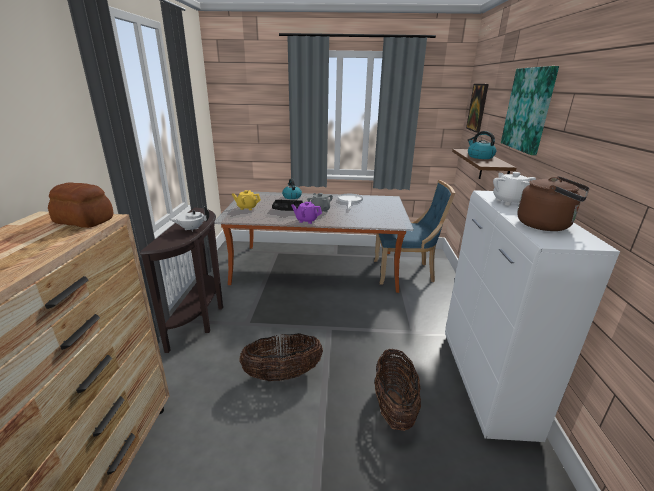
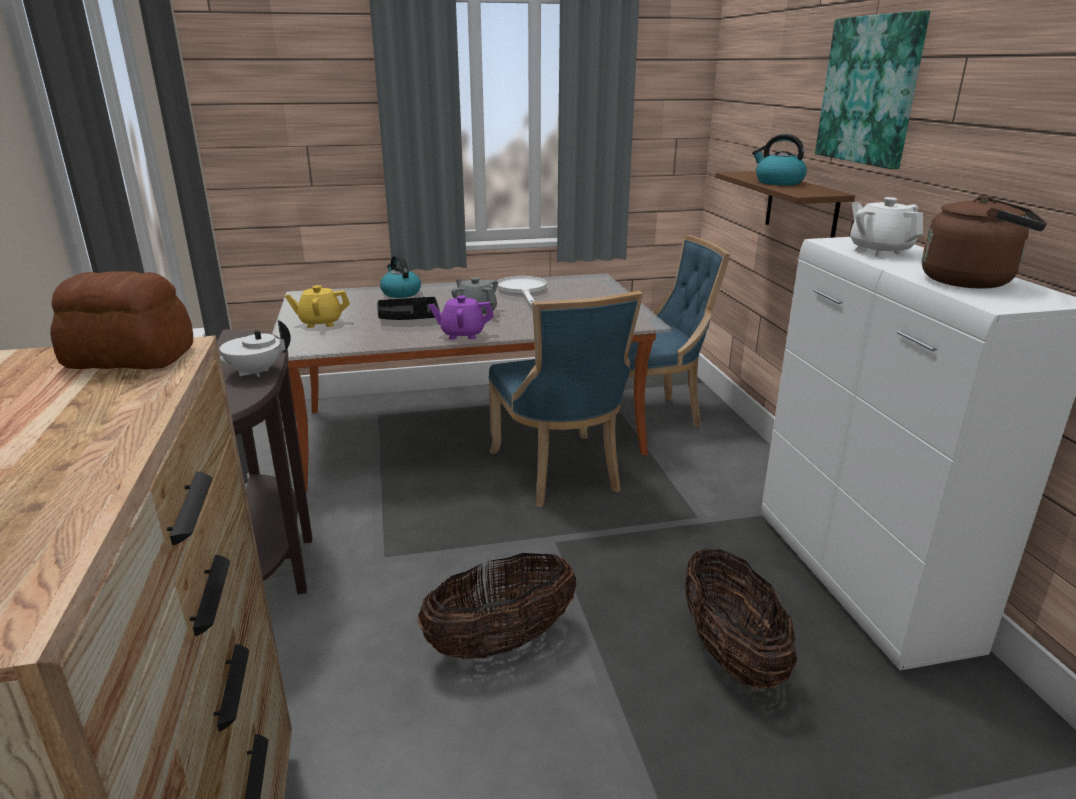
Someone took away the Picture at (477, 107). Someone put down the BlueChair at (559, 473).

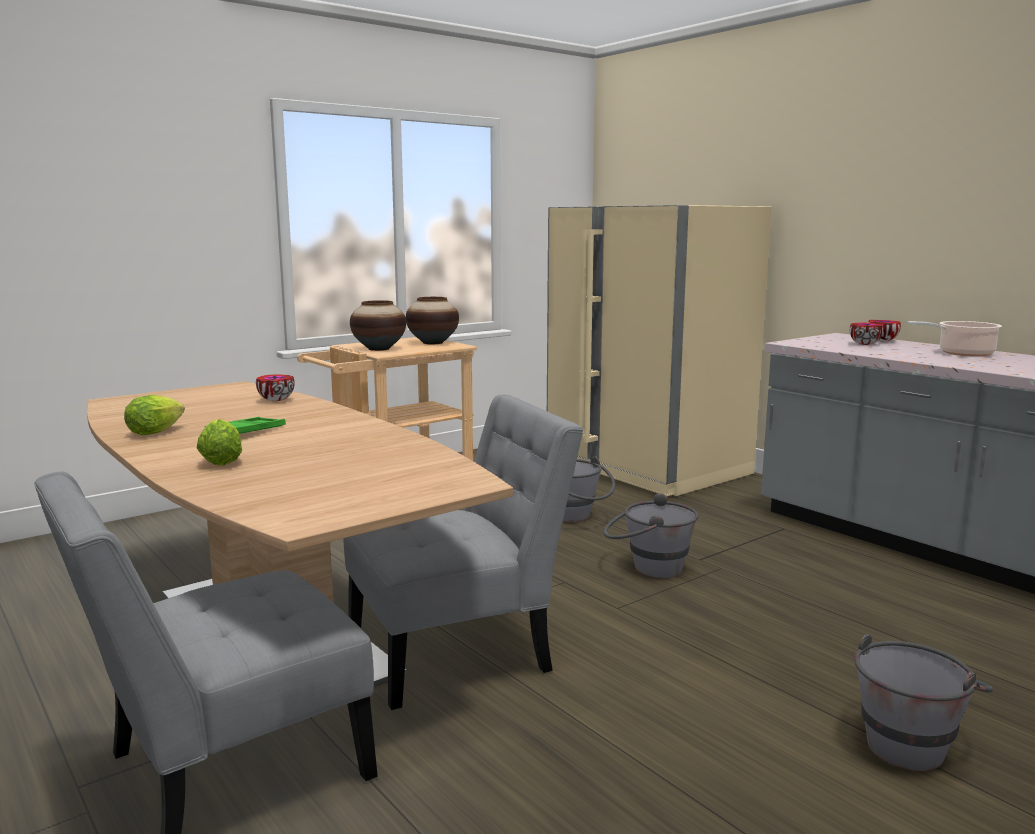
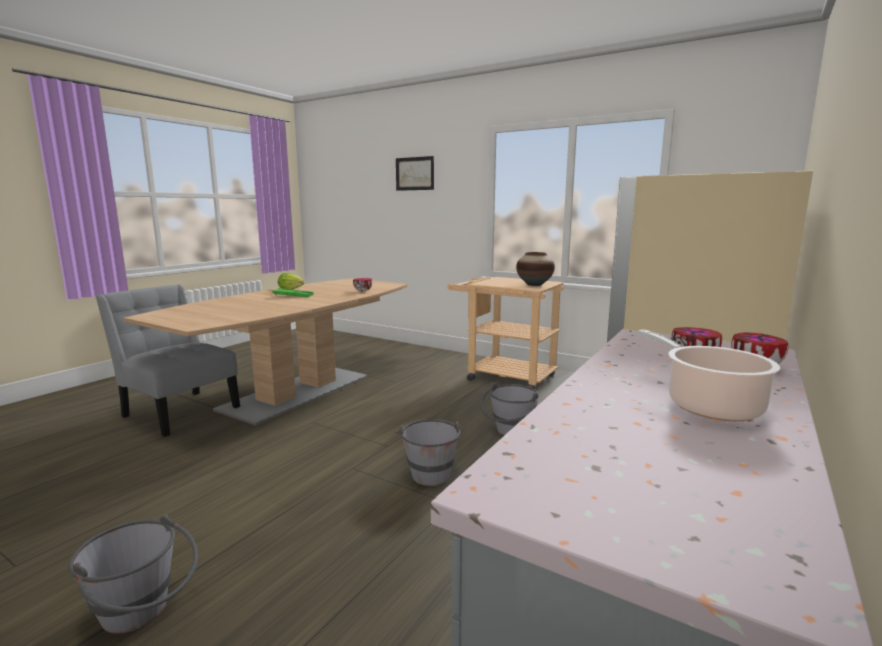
Someone took away the LettuceHead at (221, 460). Someone took away the GreyChair at (459, 651). Someone took away the FlowerVase at (378, 349). Someone put up the Picture at (414, 173).

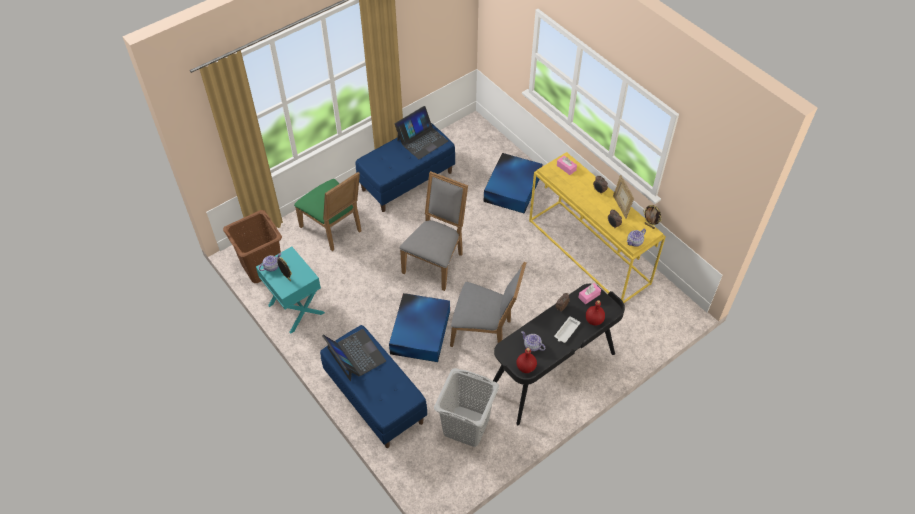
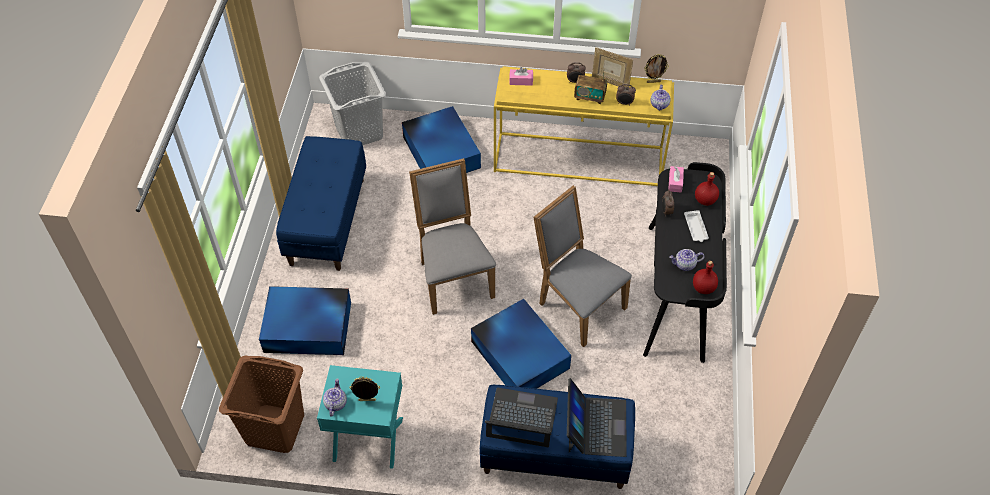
Someone swapped the GreenColouredChair at (334, 229) for the BlueStorageBox at (309, 327). Someone carried the NotebookComputer from (422, 140) to (595, 426). Someone carried the GreyLaundryBasket from (466, 426) to (359, 131). Someone rotated the GreyChair at (485, 332) by 105 degrees counterclockwise. Someone put down the RadioReceiver at (589, 97).

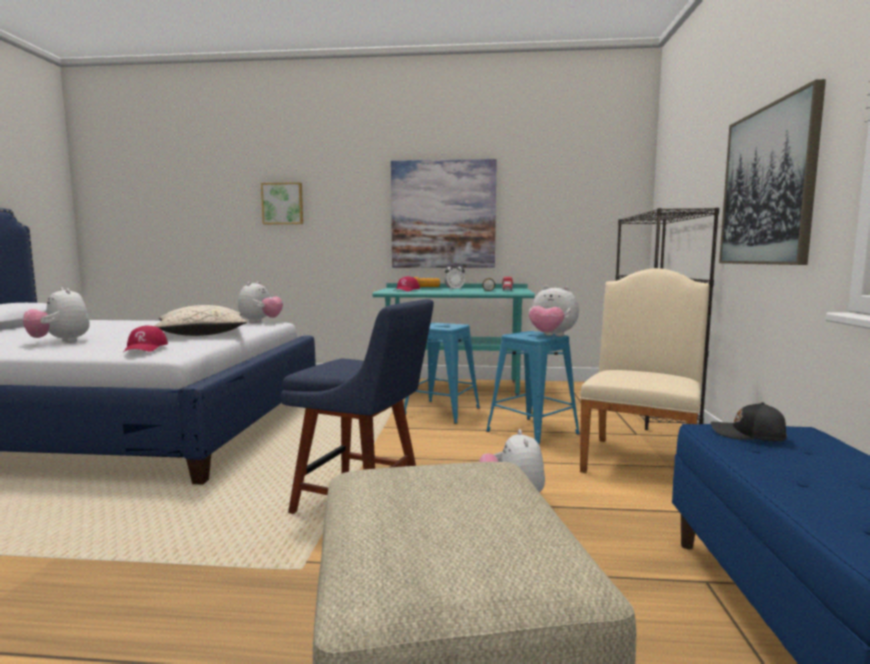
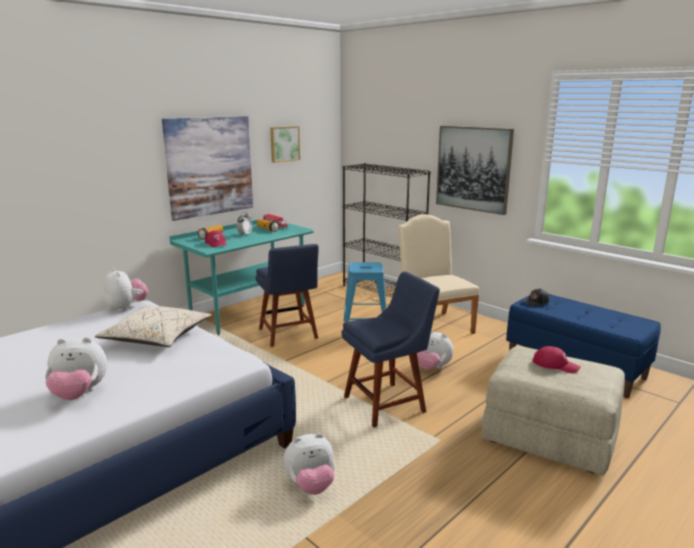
Someone carried the ReddishPeakedCap from (145, 348) to (555, 365). Someone carried the Picture from (283, 203) to (284, 144). Someone swapped the BlueStoolSeat at (442, 411) for the BlueChair at (289, 335). Someone carried the CuddlyToy from (551, 336) to (311, 486).

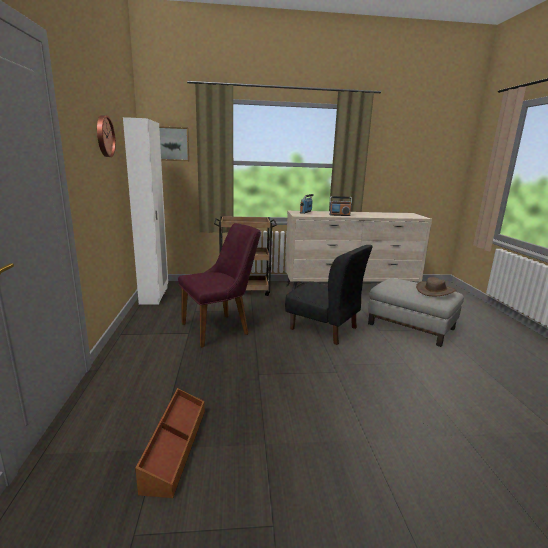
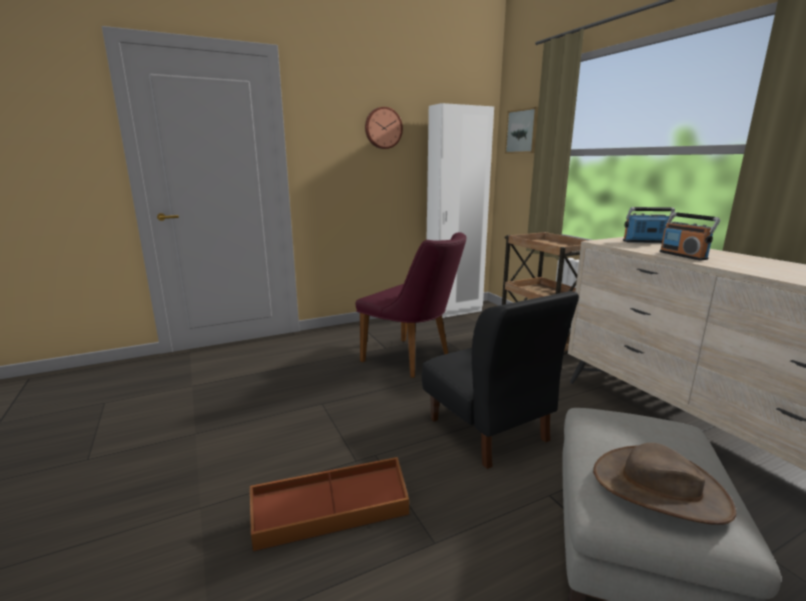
Someone carried the BrownColouredStorageBox from (174, 447) to (331, 515). Someone rotated the BlackColouredChair at (324, 328) by 45 degrees counterclockwise.

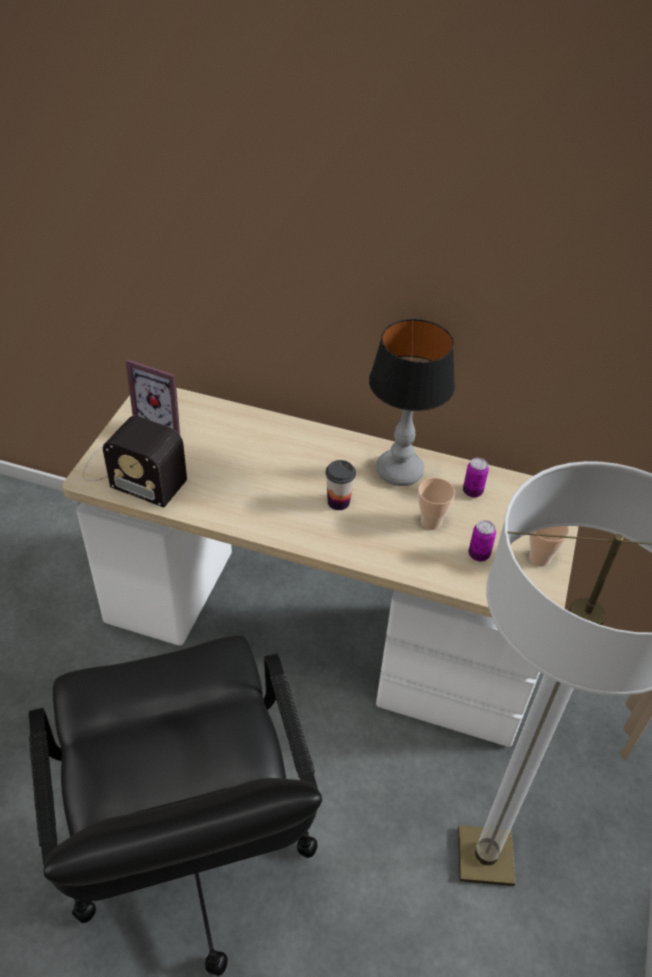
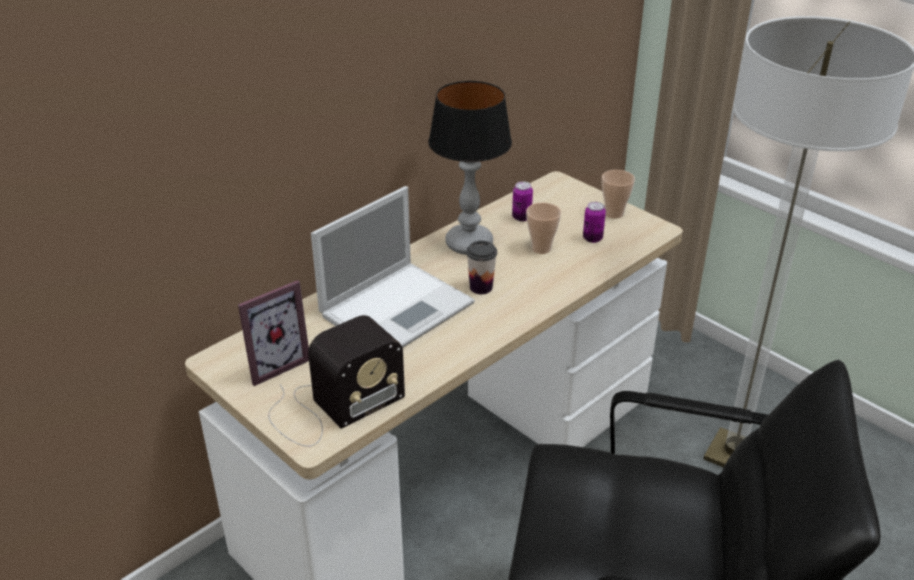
Someone put down the NotebookComputer at (399, 308).

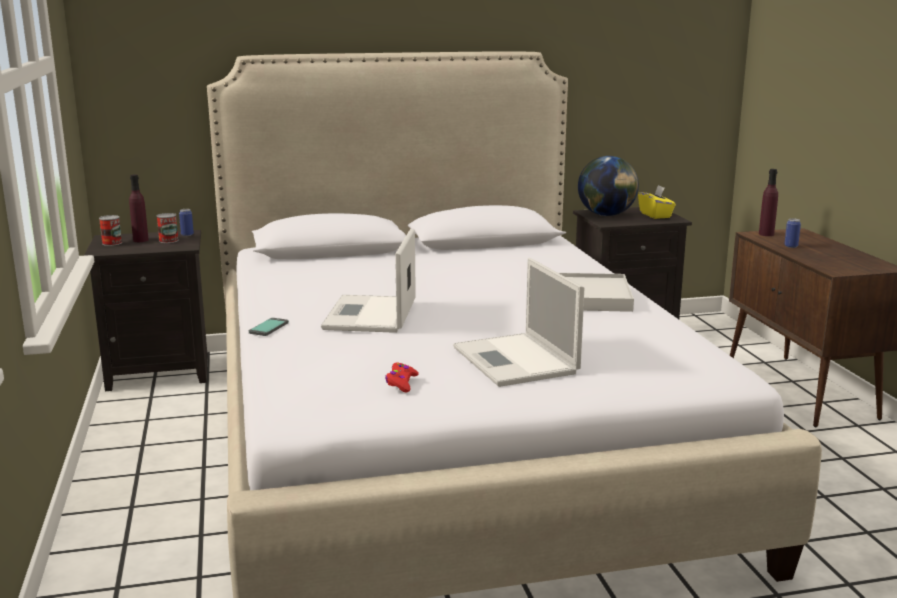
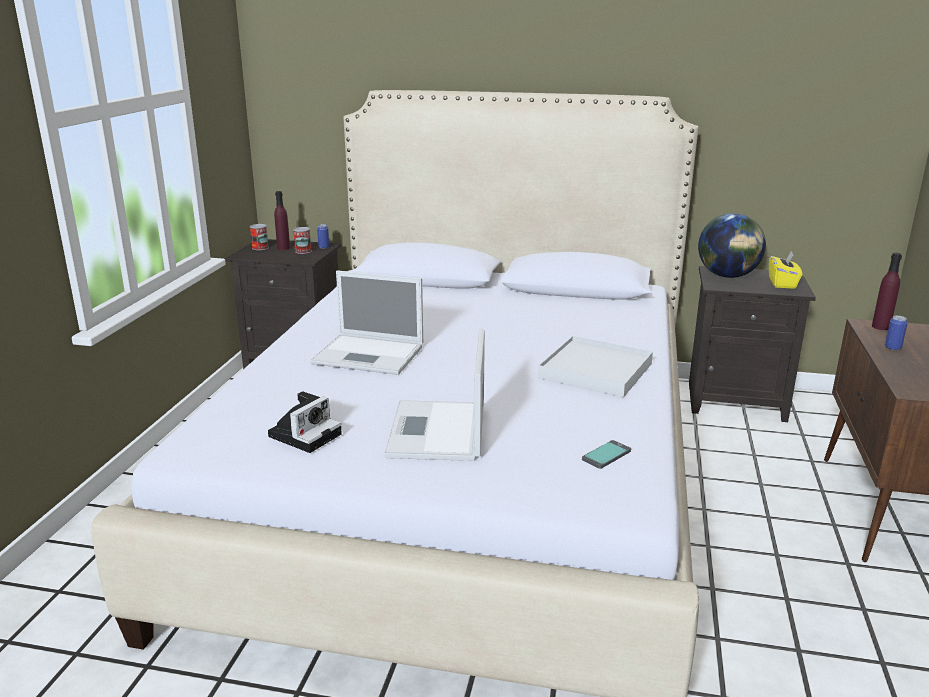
Someone carried the Handset from (268, 328) to (606, 455). Someone rotated the NotebookComputer at (370, 316) by 105 degrees counterclockwise. Someone swapped the ReddishGamepad at (401, 383) for the PhotoCamera at (306, 434).

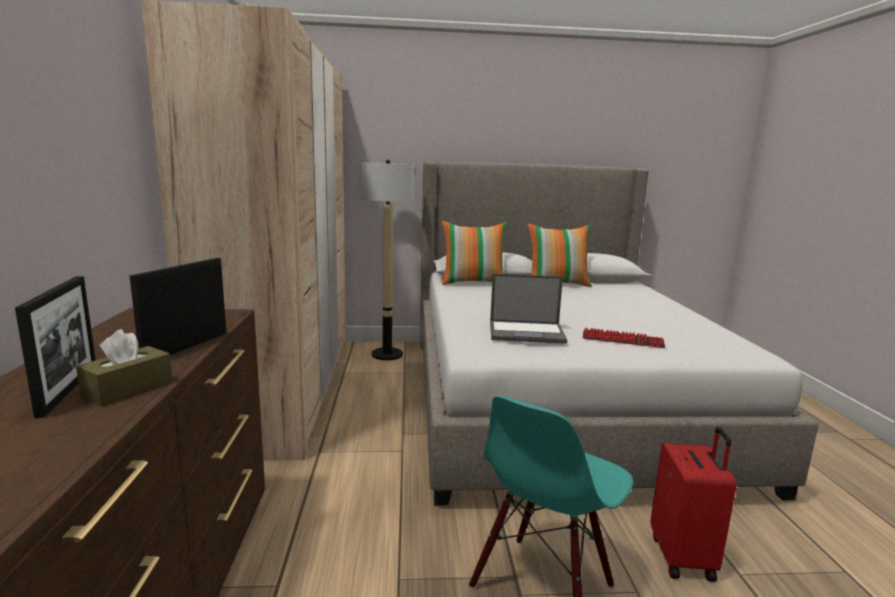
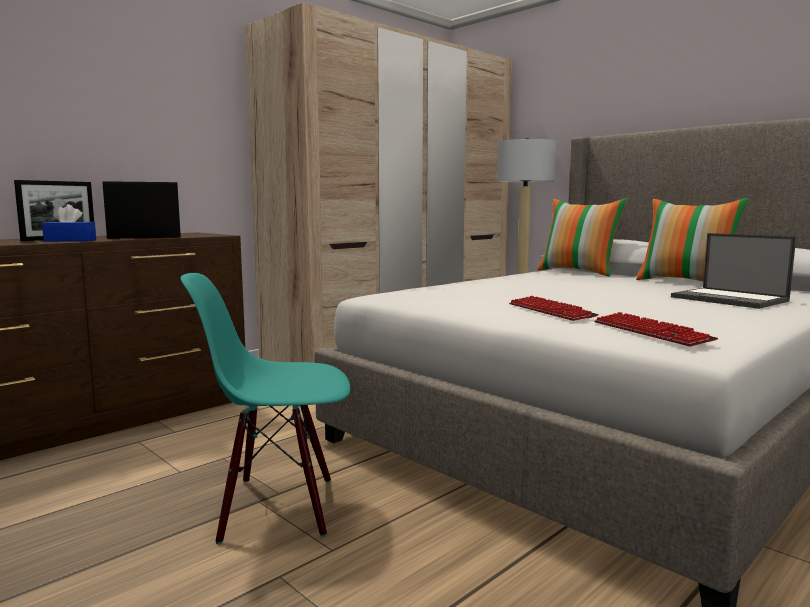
Someone repainted the BrownColouredTissueHolder at (128, 388), which became the BlueTissueHolder at (70, 240). Someone carried the NotebookComputer from (527, 332) to (730, 299). Someone took away the ReddishSuitcase at (683, 557). Someone put down the Keyboard at (650, 332).

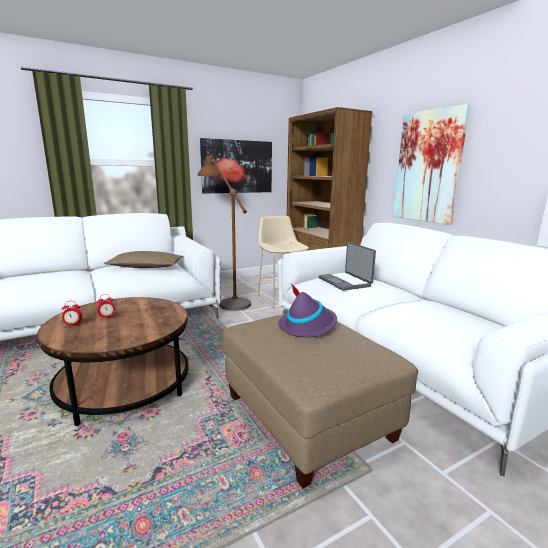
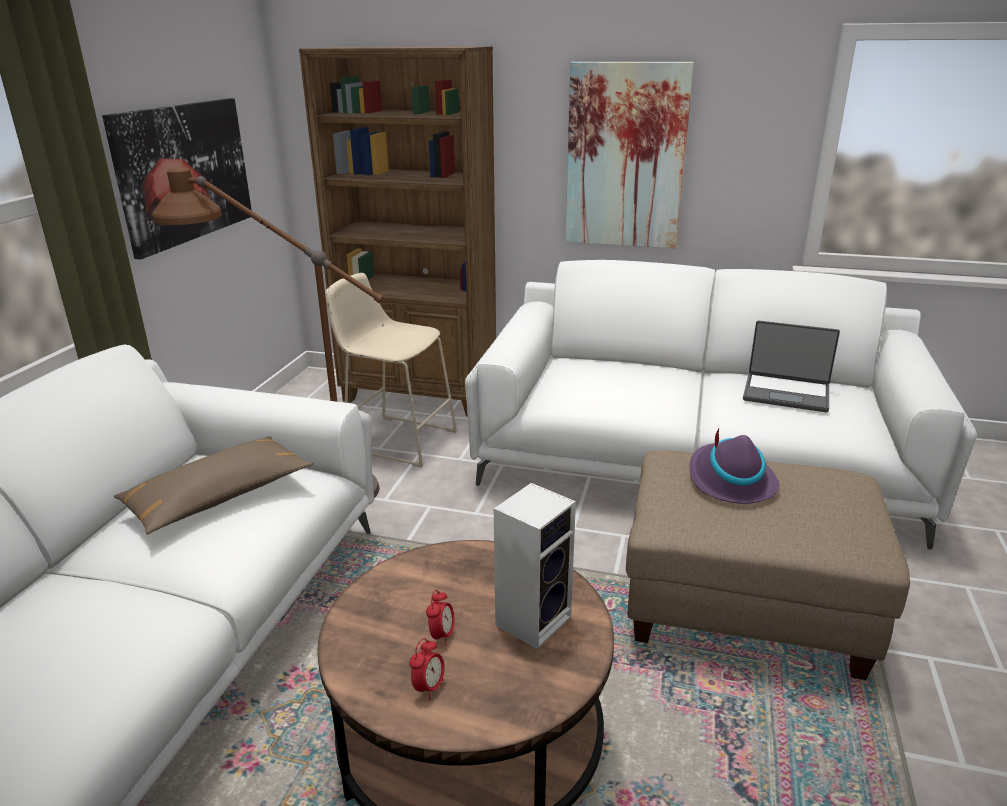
Someone carried the NotebookComputer from (345, 282) to (786, 393). Someone put down the Speaker at (534, 618).

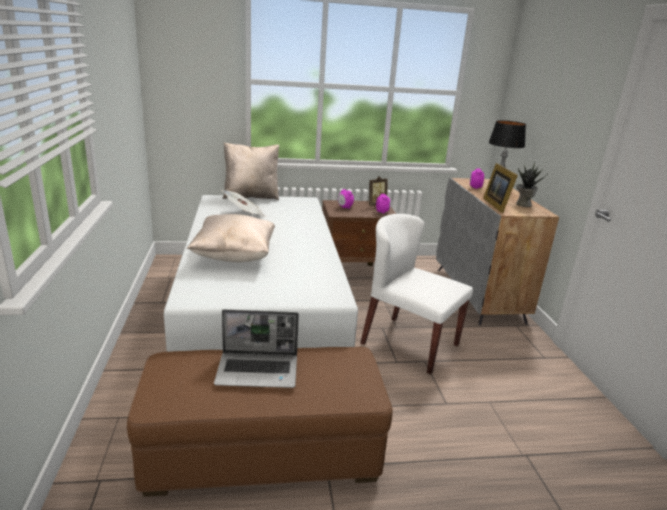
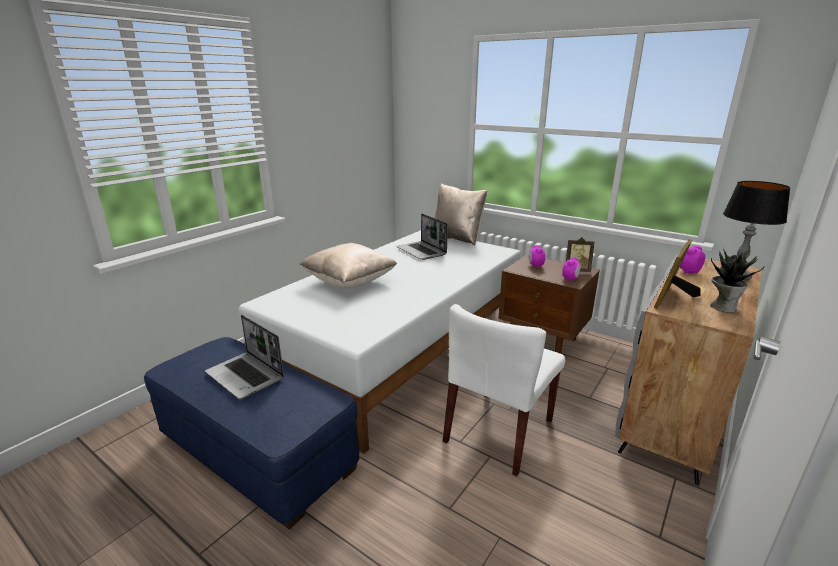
Someone repainted the BrownColouredFootrest at (263, 452), which became the BlueFootrest at (257, 451). Someone swapped the PrintedPaper at (244, 214) for the NotebookComputer at (422, 251). Someone rotated the WhiteColouredChair at (409, 343) by 135 degrees counterclockwise.

